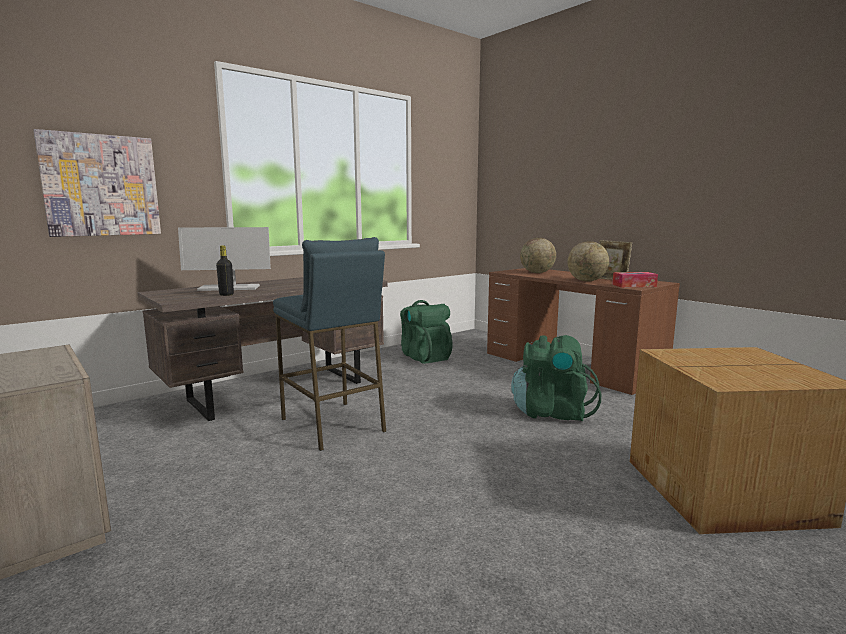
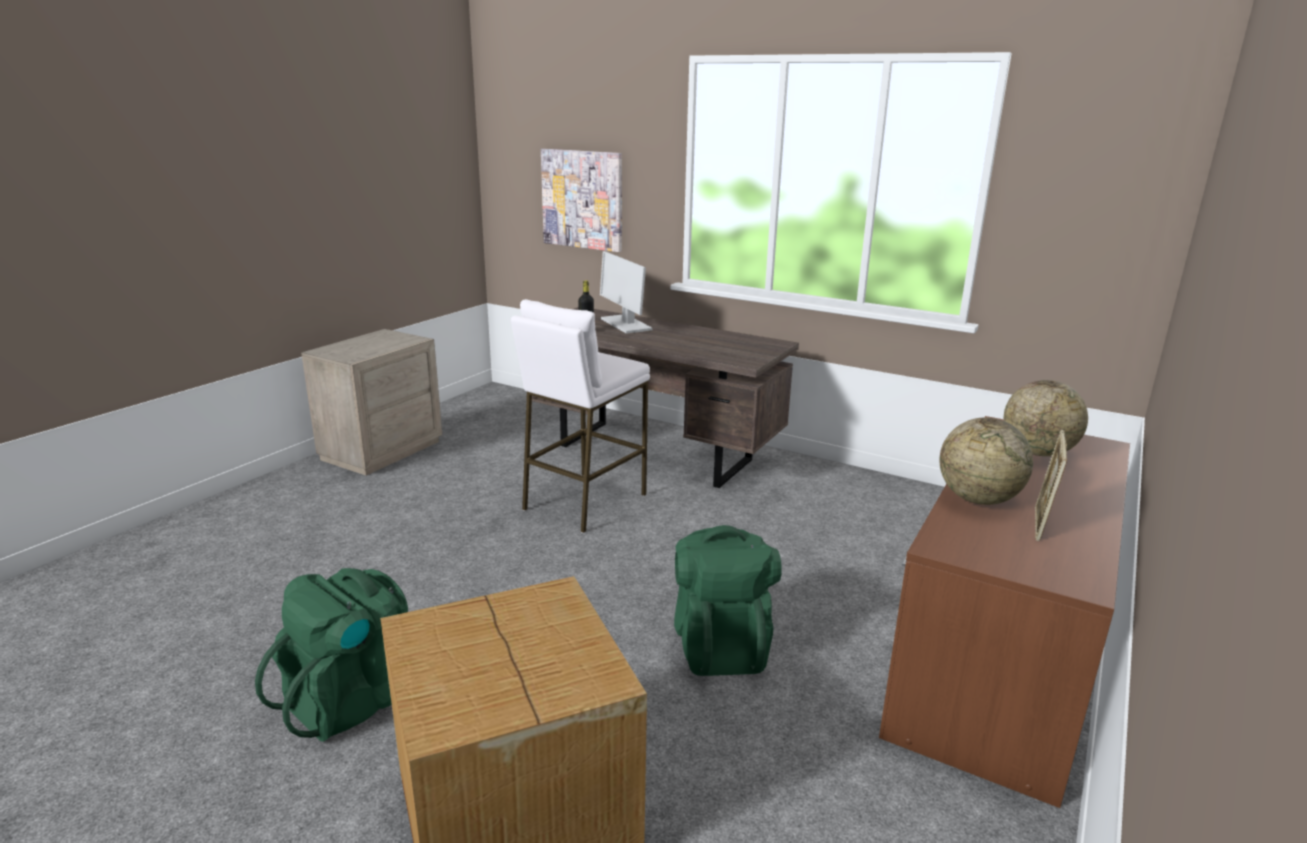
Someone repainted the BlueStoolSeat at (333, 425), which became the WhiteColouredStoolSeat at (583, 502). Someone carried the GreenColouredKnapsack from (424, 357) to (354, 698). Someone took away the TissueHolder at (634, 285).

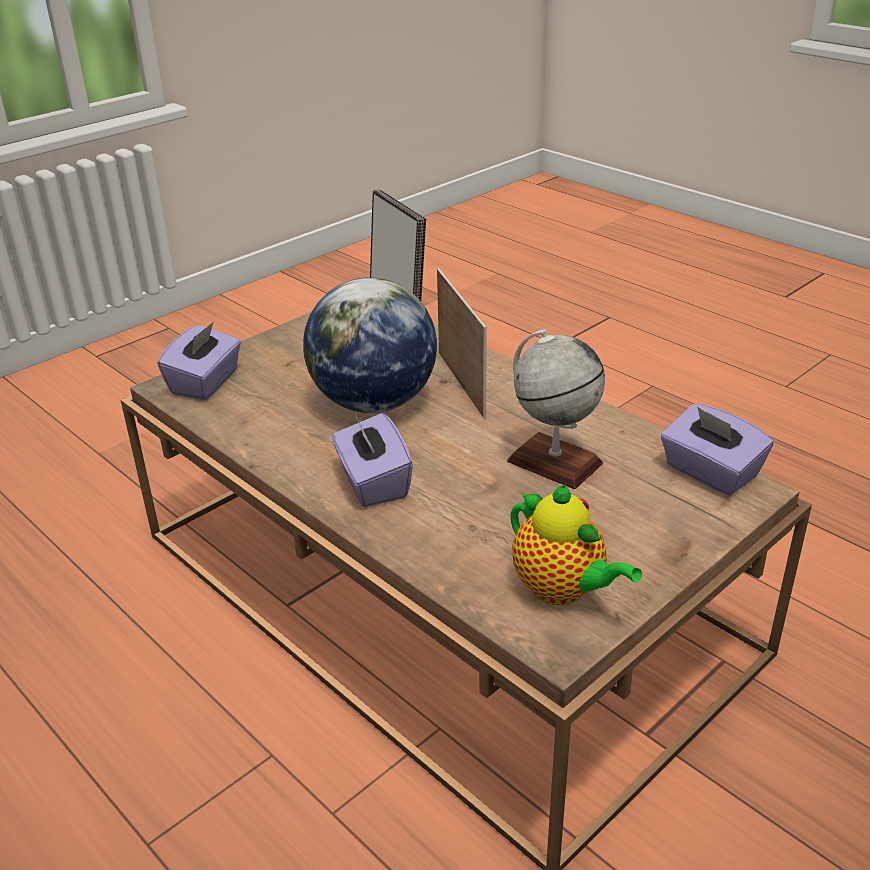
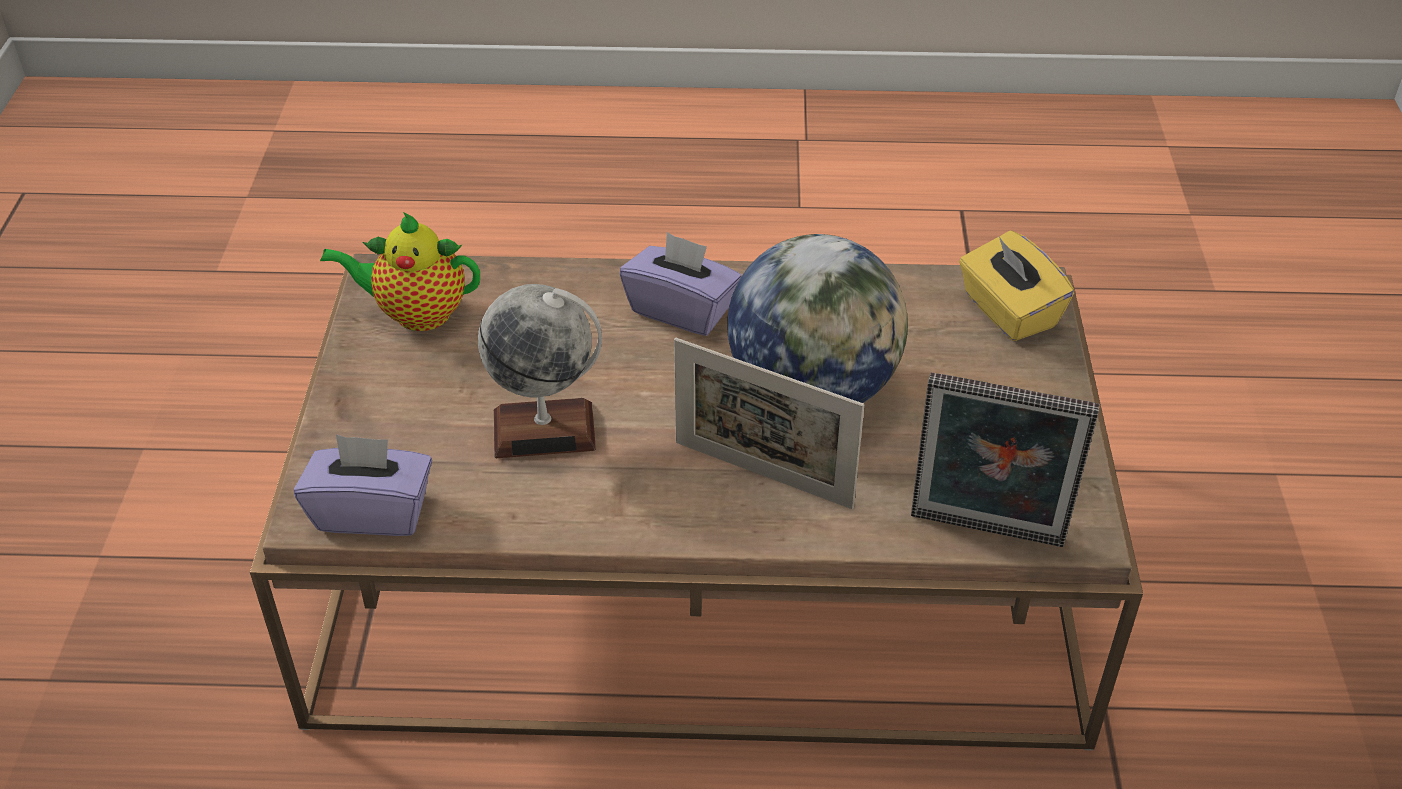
Someone repainted the PurpleTissueHolder at (206, 383), which became the YellowColouredTissueHolder at (1008, 311).

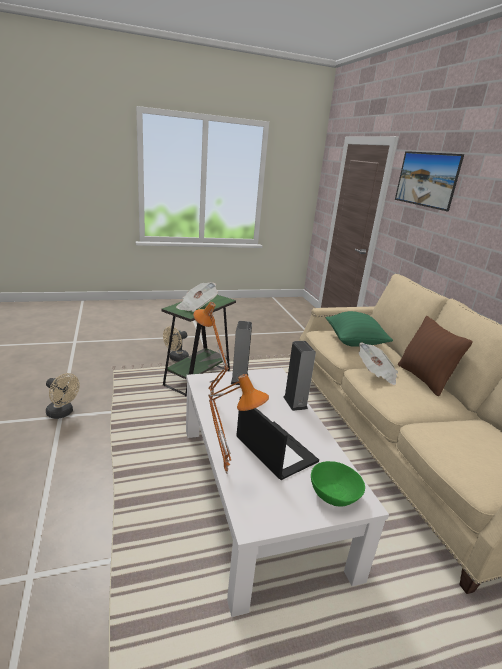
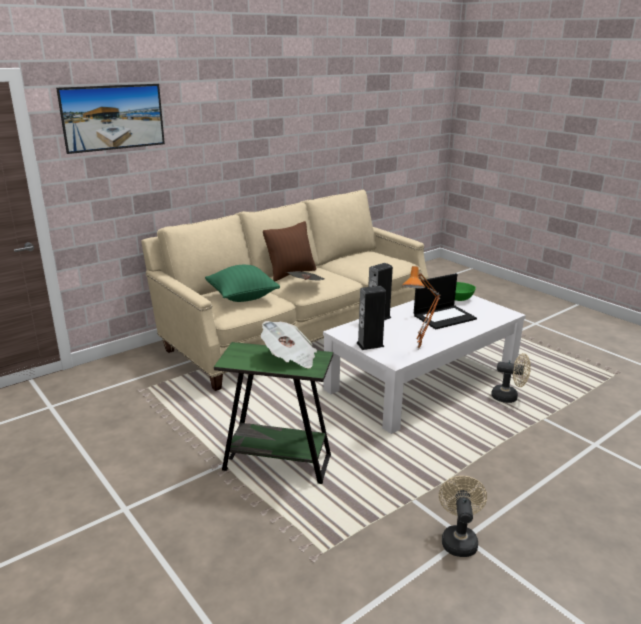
Someone carried the BeigeColouredFan from (176, 358) to (509, 397). Someone took away the OrangeColouredTabletopLamp at (228, 471). Someone rotated the NotebookComputer at (274, 449) by 150 degrees counterclockwise.

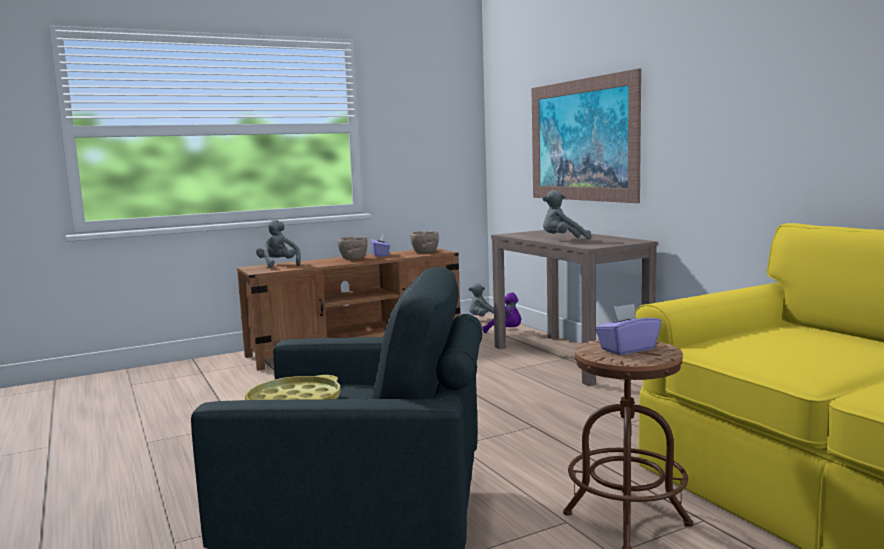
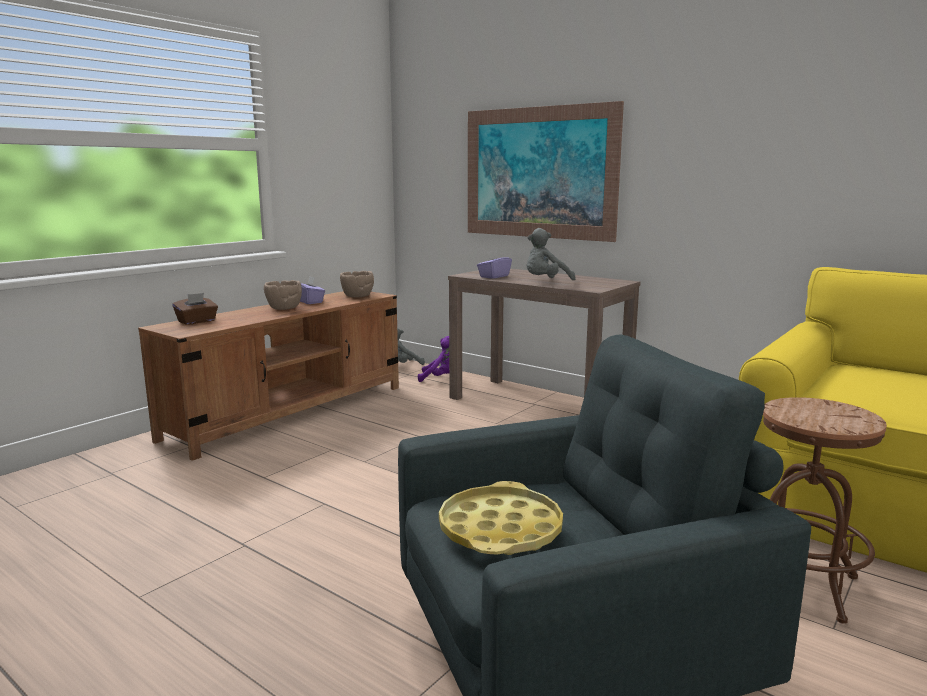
Someone swapped the GreyCuddlyToy at (279, 265) for the BrownColouredTissueHolder at (197, 321). Someone carried the PurpleTissueHolder from (627, 349) to (494, 276).

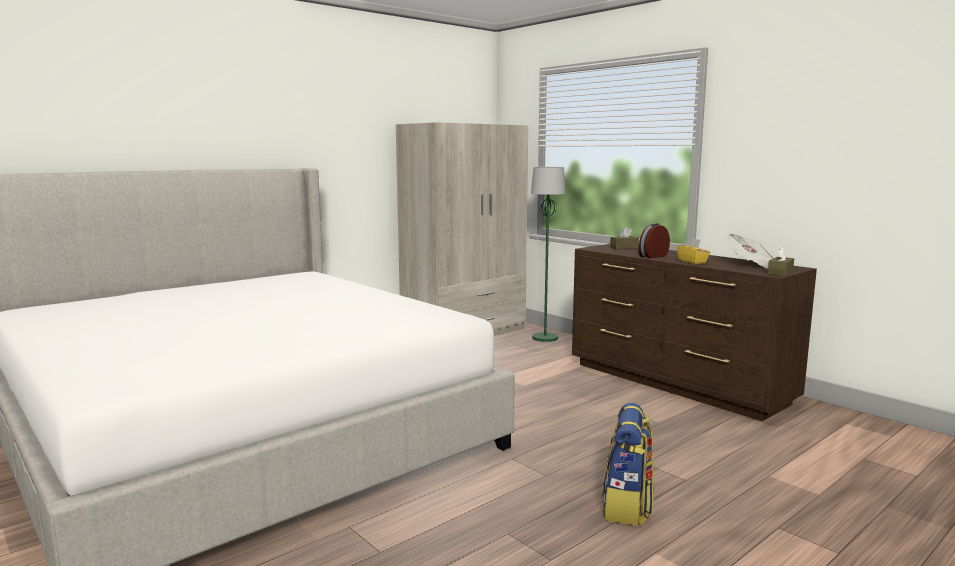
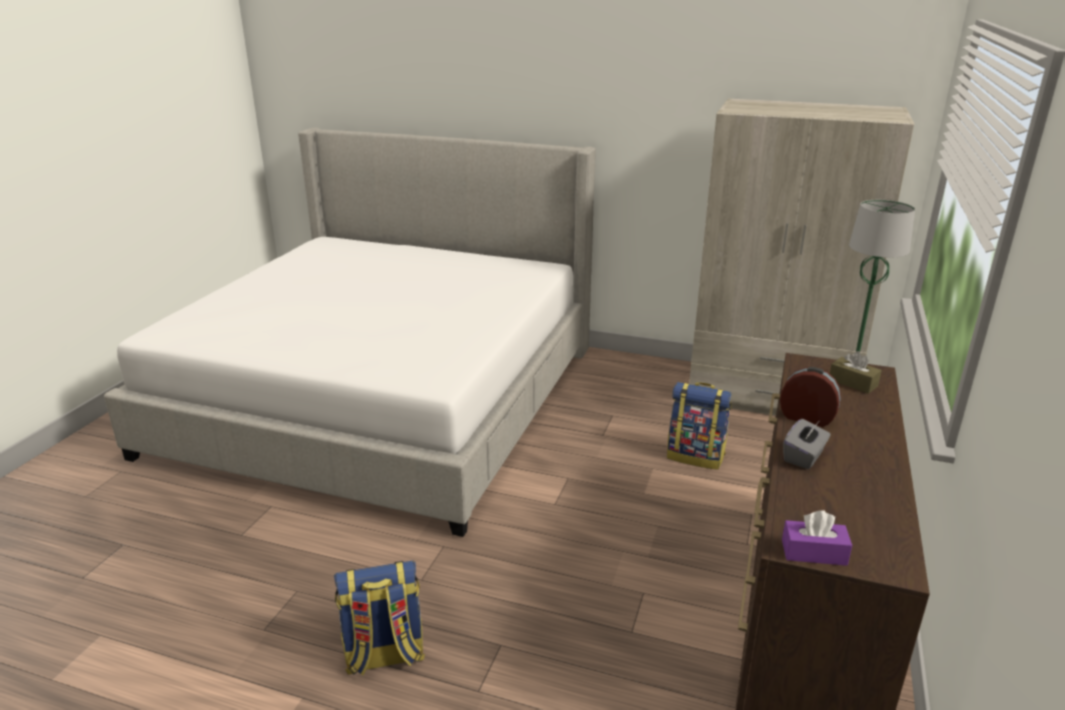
Someone repainted the YellowColouredTissueHolder at (692, 262), which became the GreyTissueHolder at (804, 457). Someone took away the PrintedPaper at (751, 264). Someone repainted the BrownColouredTissueHolder at (780, 272), which became the PurpleTissueHolder at (814, 552). Someone put down the Knapsack at (696, 456).

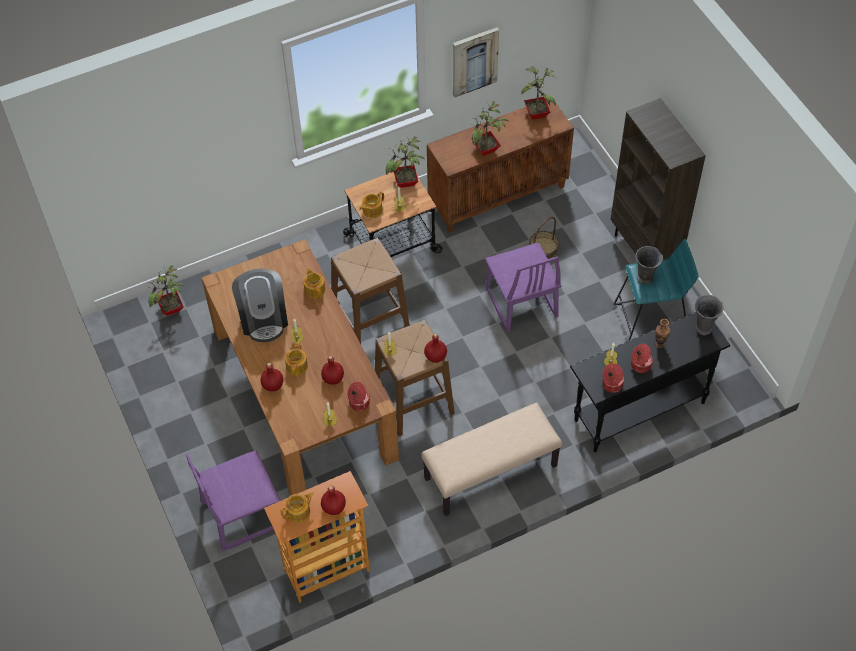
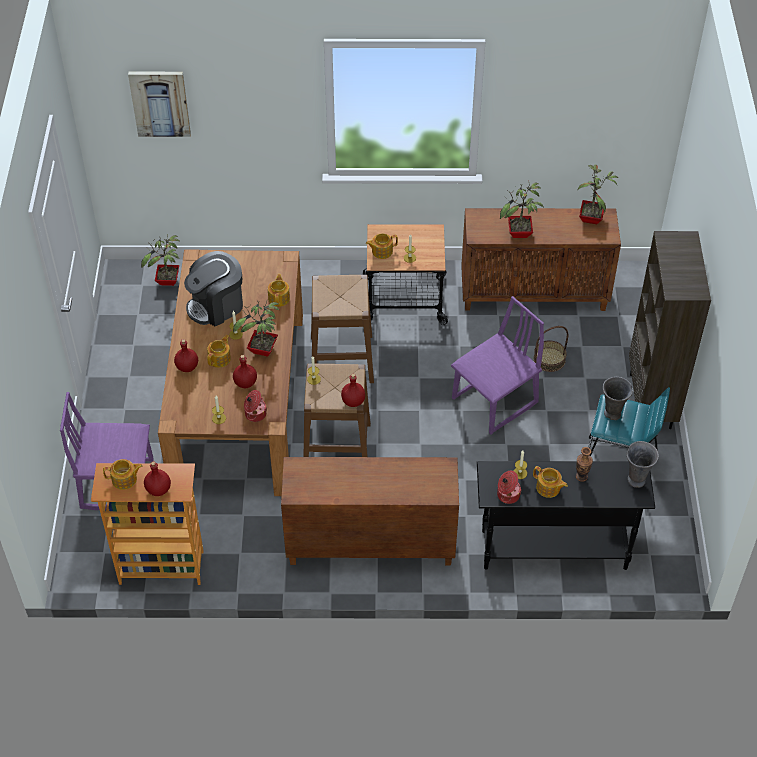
Someone rotated the CoffeeMachine at (263, 318) by 45 degrees clockwise. Someone carried the Houseplant from (406, 183) to (262, 351). Someone swapped the BeigeColouredLongSeat at (490, 473) for the BrownColouredCupboard at (369, 545). Someone carried the Picture from (474, 61) to (160, 103). Someone rotated the PurpleChair at (520, 303) by 135 degrees counterclockwise. Someone swapped the Saucepot at (640, 365) for the TeaPot at (548, 488).

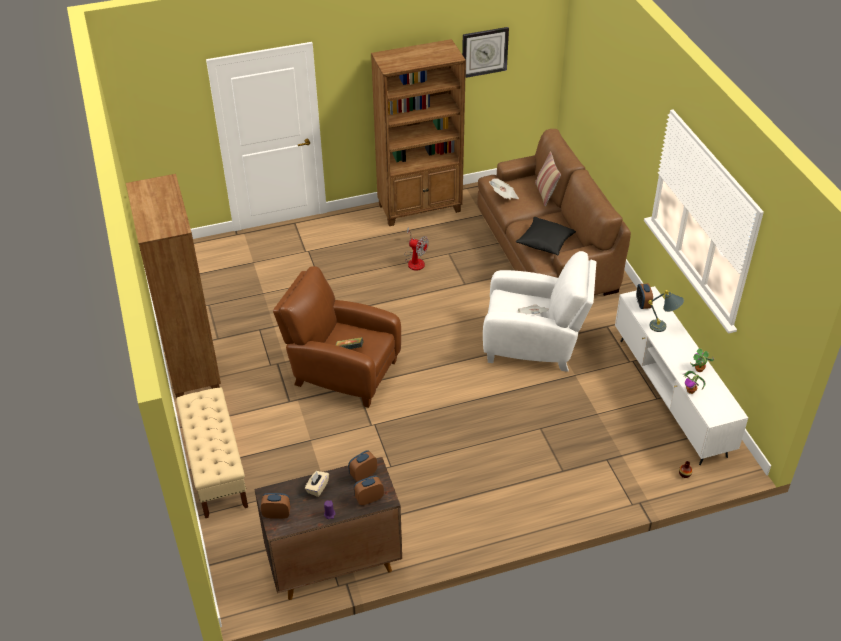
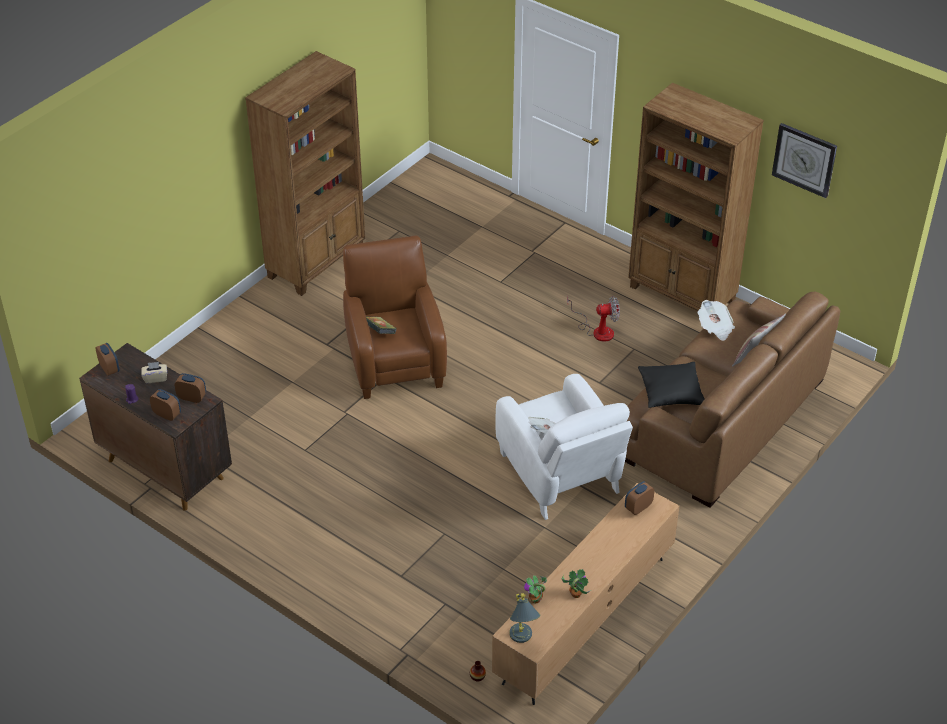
Someone took away the BeigeColouredLongSeat at (216, 468). Someone rotated the Fan at (415, 260) by 90 degrees counterclockwise. Someone repainted the WhiteColouredTvStand at (670, 396), which became the BrownColouredTvStand at (584, 618). Someone carried the GreyTabletopLamp from (664, 328) to (522, 640).

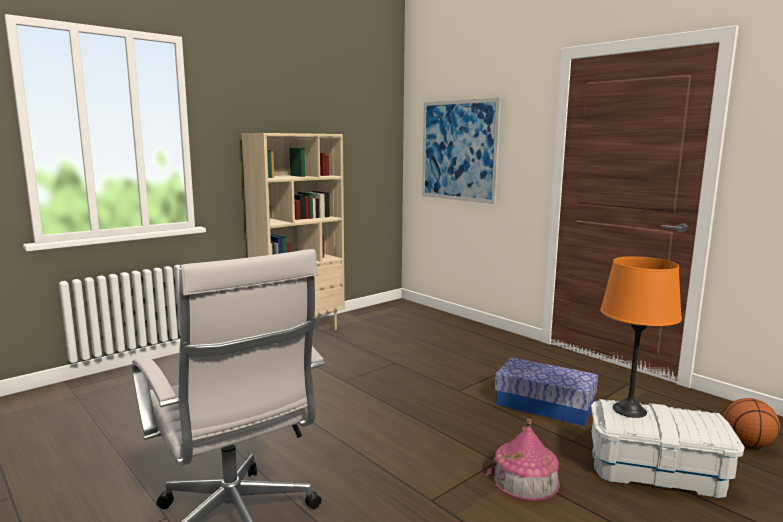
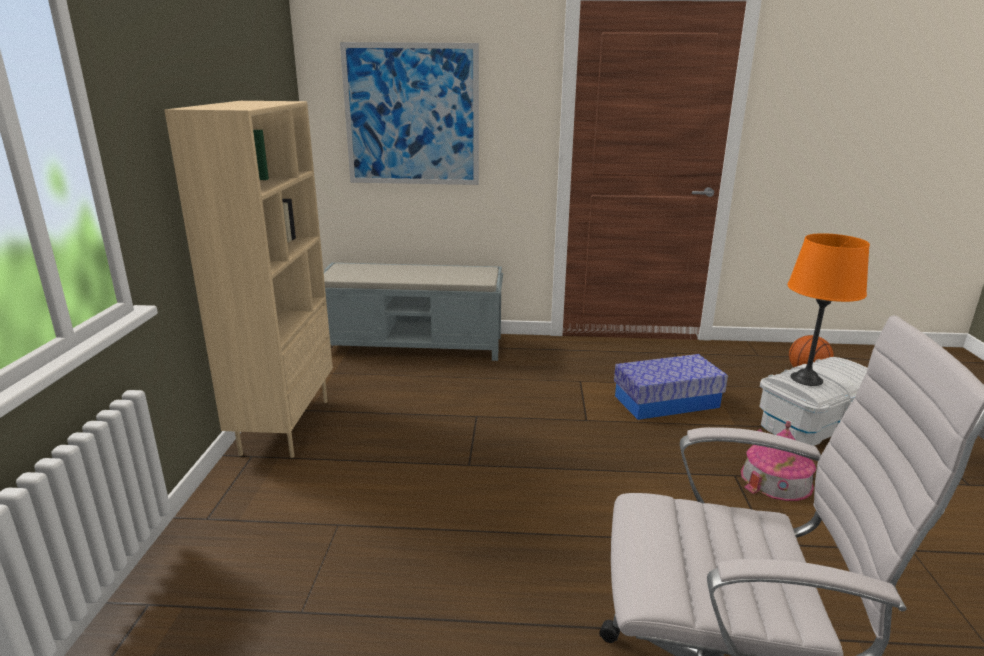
Someone put down the GreyLongSeat at (415, 346).

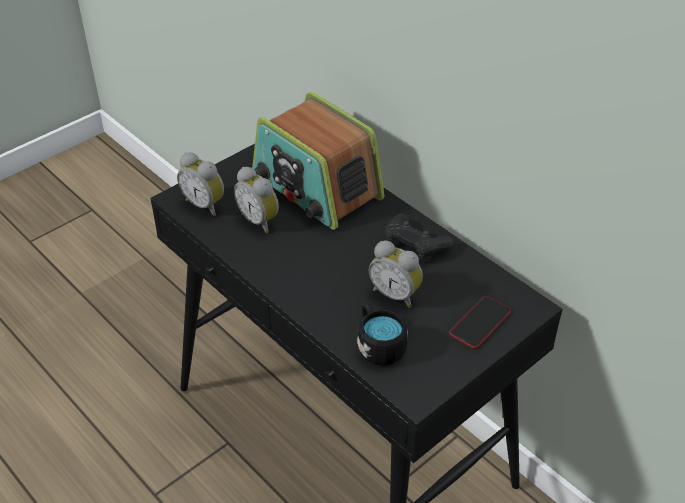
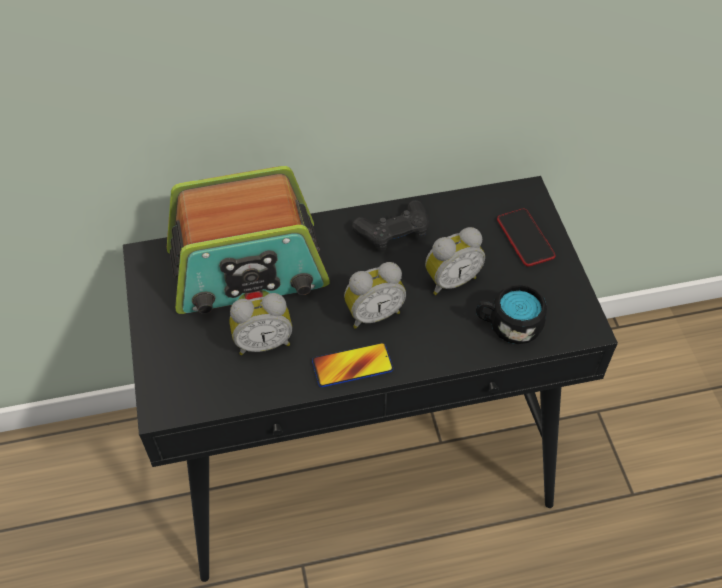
Someone carried the TableClock from (205, 204) to (373, 313). Someone put down the Handset at (352, 366).

